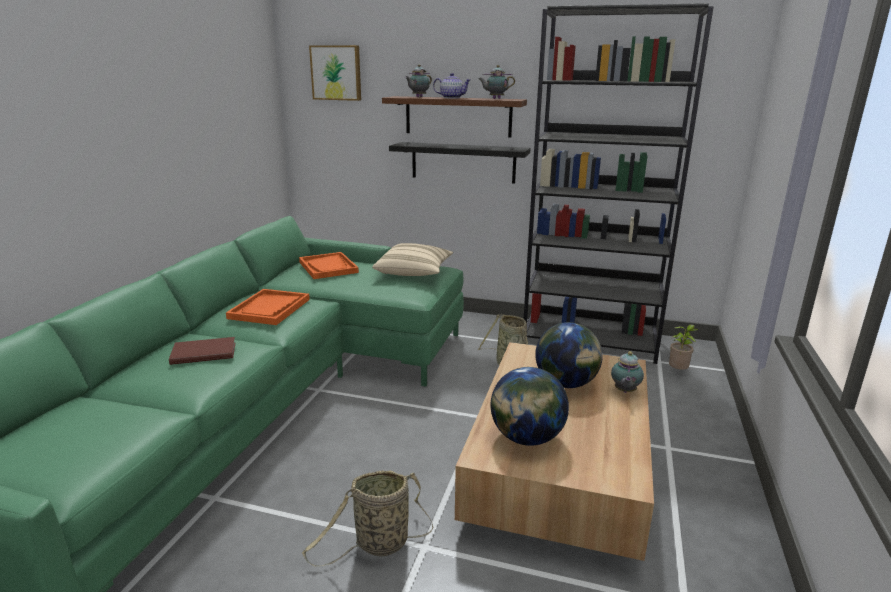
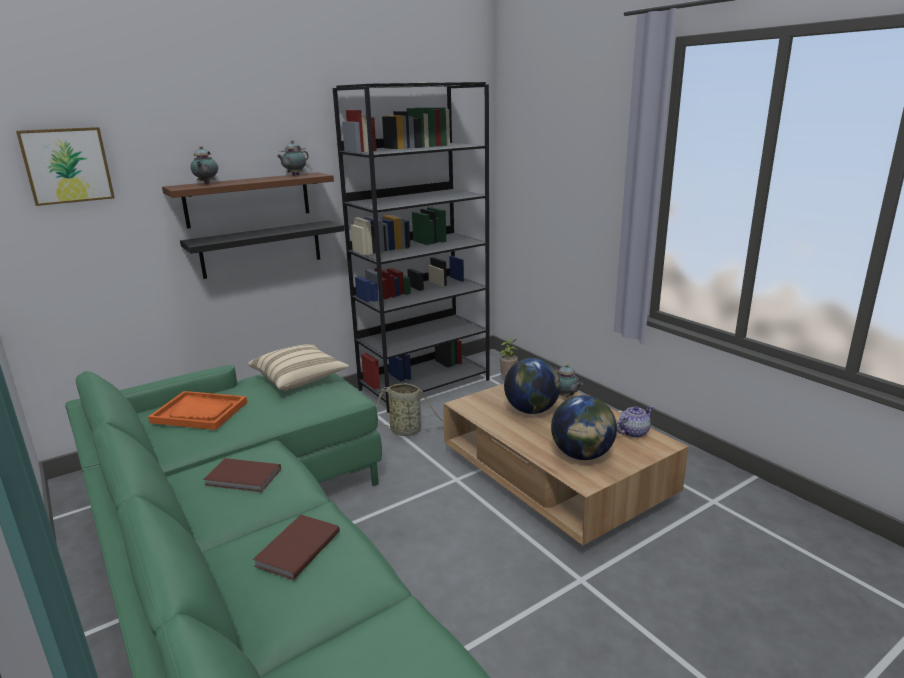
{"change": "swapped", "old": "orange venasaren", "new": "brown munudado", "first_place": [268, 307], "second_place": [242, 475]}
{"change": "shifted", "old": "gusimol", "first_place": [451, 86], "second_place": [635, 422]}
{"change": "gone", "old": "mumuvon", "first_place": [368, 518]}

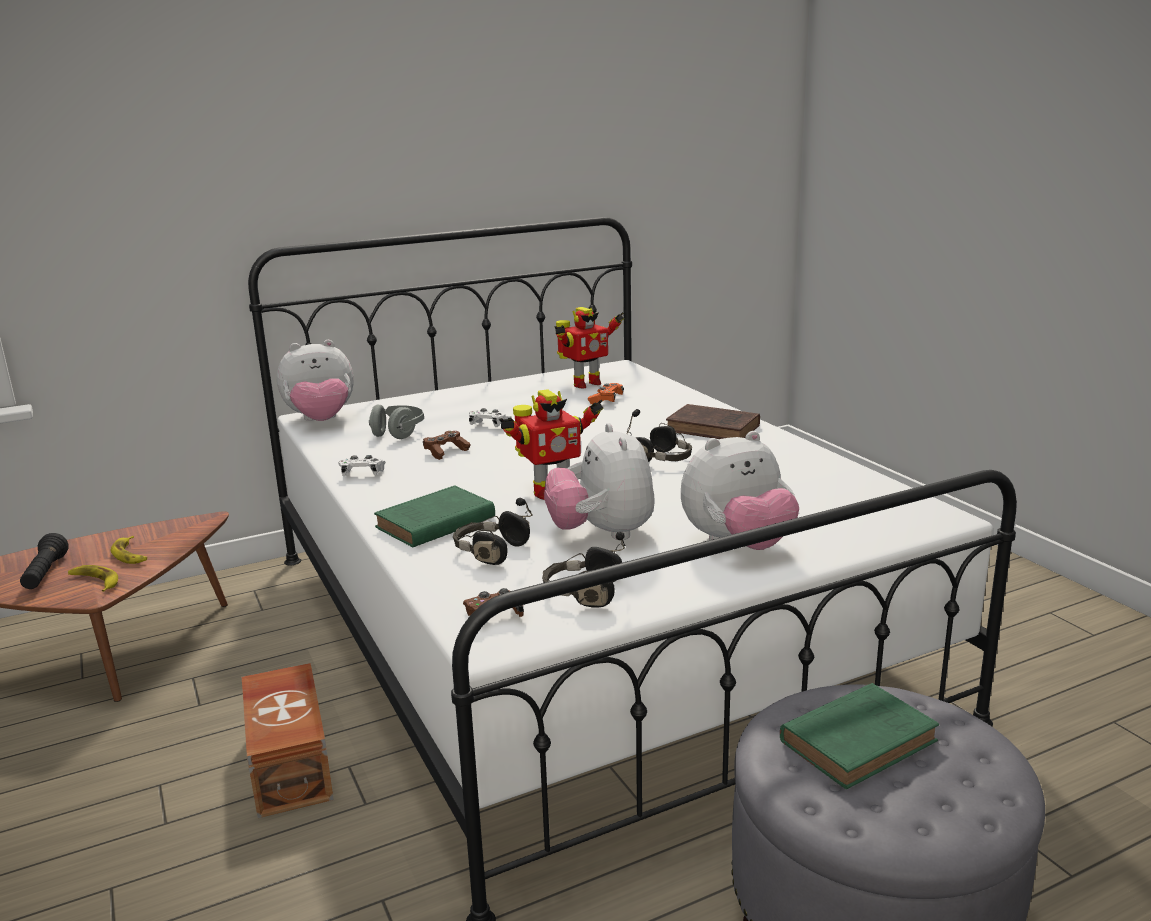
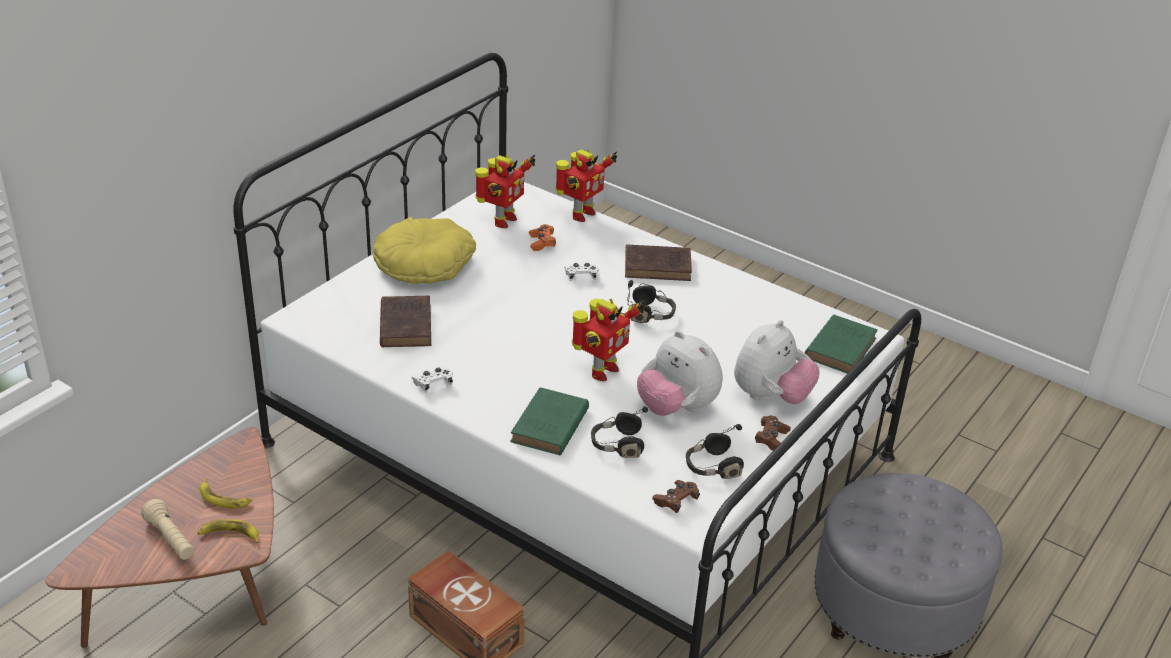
{"change": "repainted", "old": "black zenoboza", "new": "beige zenoboza", "first_place": [44, 561], "second_place": [168, 529]}
{"change": "new", "new": "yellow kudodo", "second_place": [424, 250]}
{"change": "swapped", "old": "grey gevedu", "new": "brown munudado", "first_place": [396, 421], "second_place": [405, 321]}
{"change": "new", "new": "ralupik", "second_place": [586, 185]}
{"change": "shifted", "old": "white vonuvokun", "first_place": [490, 417], "second_place": [581, 272]}
{"change": "shifted", "old": "brown vonuvokun", "first_place": [447, 445], "second_place": [773, 433]}
{"change": "shifted", "old": "green munudado", "first_place": [859, 736], "second_place": [841, 344]}
{"change": "gone", "old": "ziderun", "first_place": [315, 380]}

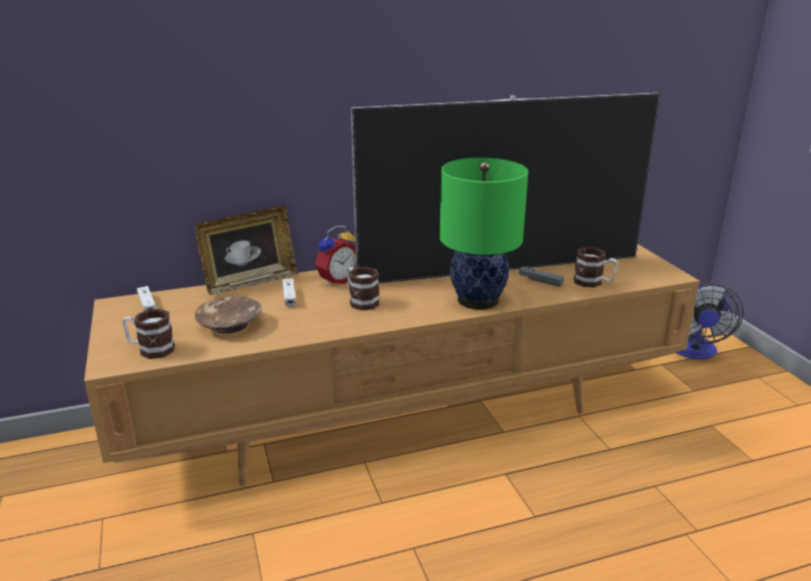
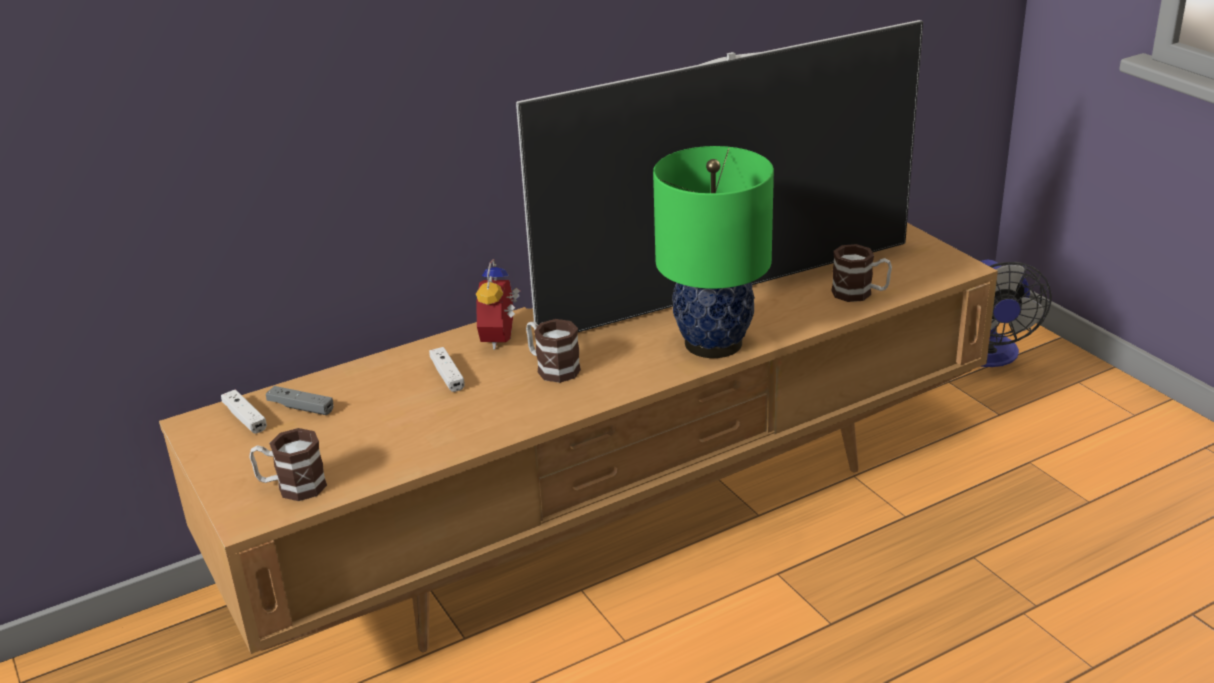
{"change": "shifted", "old": "grey vonuvokun", "first_place": [541, 276], "second_place": [300, 400]}
{"change": "rotated", "old": "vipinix", "first_place": [335, 256], "second_place": [498, 304], "degrees": 150}
{"change": "gone", "old": "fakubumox", "first_place": [246, 250]}
{"change": "gone", "old": "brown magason", "first_place": [228, 315]}

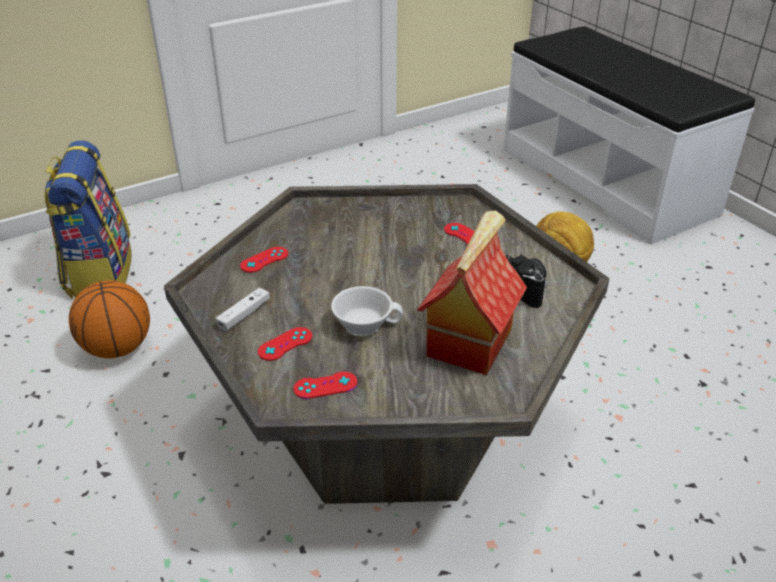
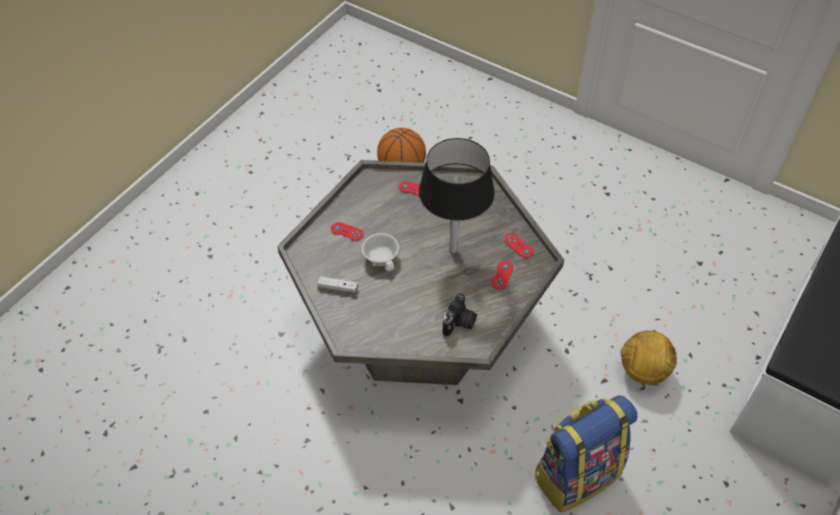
{"change": "shifted", "old": "white vonuvokun", "first_place": [243, 309], "second_place": [337, 284]}
{"change": "new", "new": "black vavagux", "second_place": [457, 195]}
{"change": "shifted", "old": "red vonuvokun", "first_place": [325, 385], "second_place": [519, 245]}
{"change": "shifted", "old": "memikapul", "first_place": [88, 220], "second_place": [586, 454]}
{"change": "gone", "old": "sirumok", "first_place": [472, 292]}

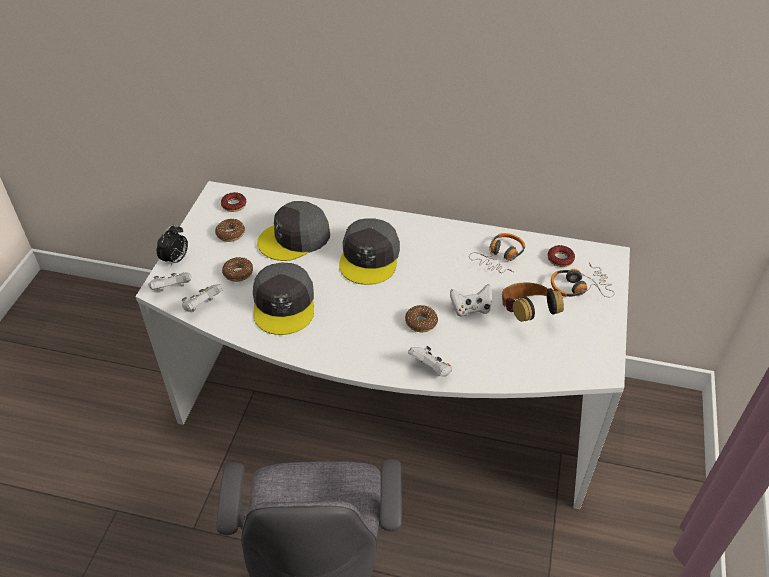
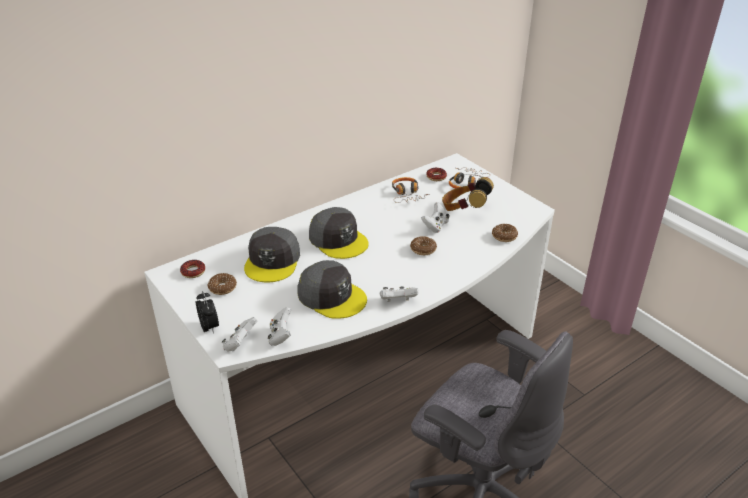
{"change": "shifted", "old": "white vonuvokun", "first_place": [430, 361], "second_place": [399, 294]}
{"change": "shifted", "old": "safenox", "first_place": [237, 269], "second_place": [505, 233]}

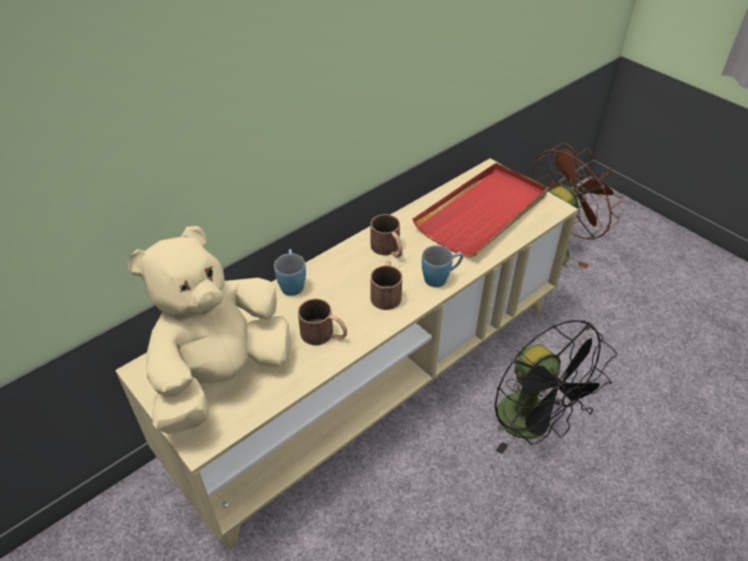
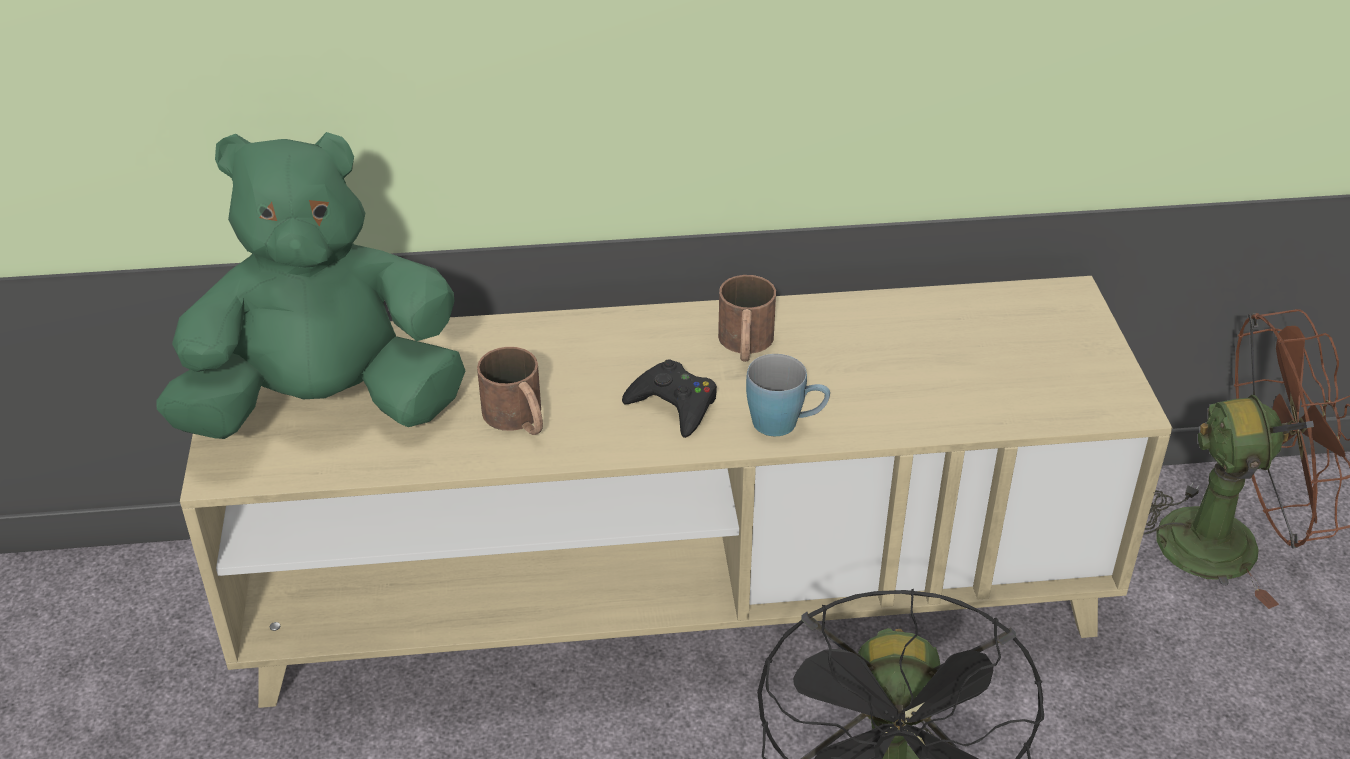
{"change": "repainted", "old": "beige ziderun", "new": "green ziderun", "first_place": [209, 330], "second_place": [310, 285]}
{"change": "swapped", "old": "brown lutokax", "new": "black vonuvokun", "first_place": [386, 285], "second_place": [669, 398]}
{"change": "gone", "old": "blue lutokax", "first_place": [290, 272]}
{"change": "gone", "old": "red venasaren", "first_place": [480, 210]}

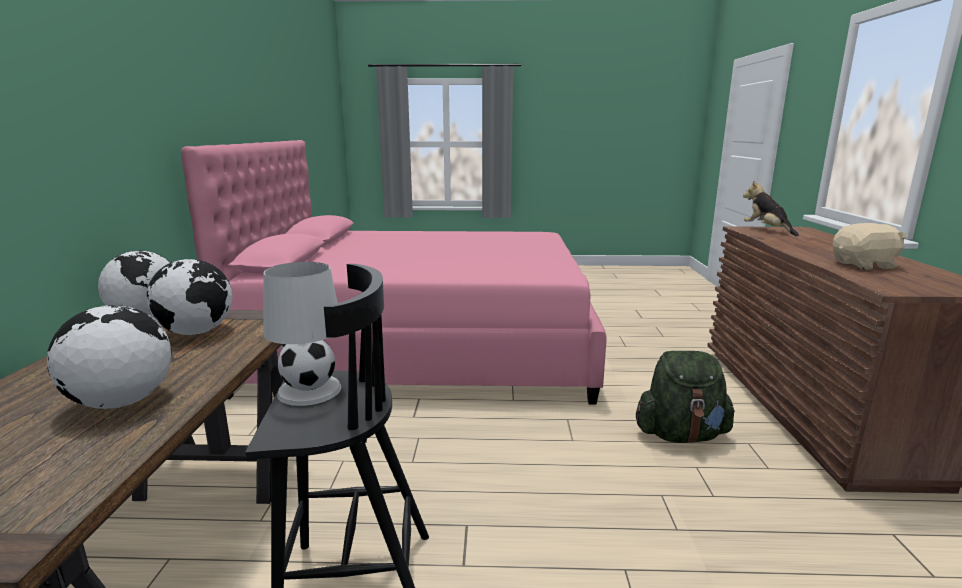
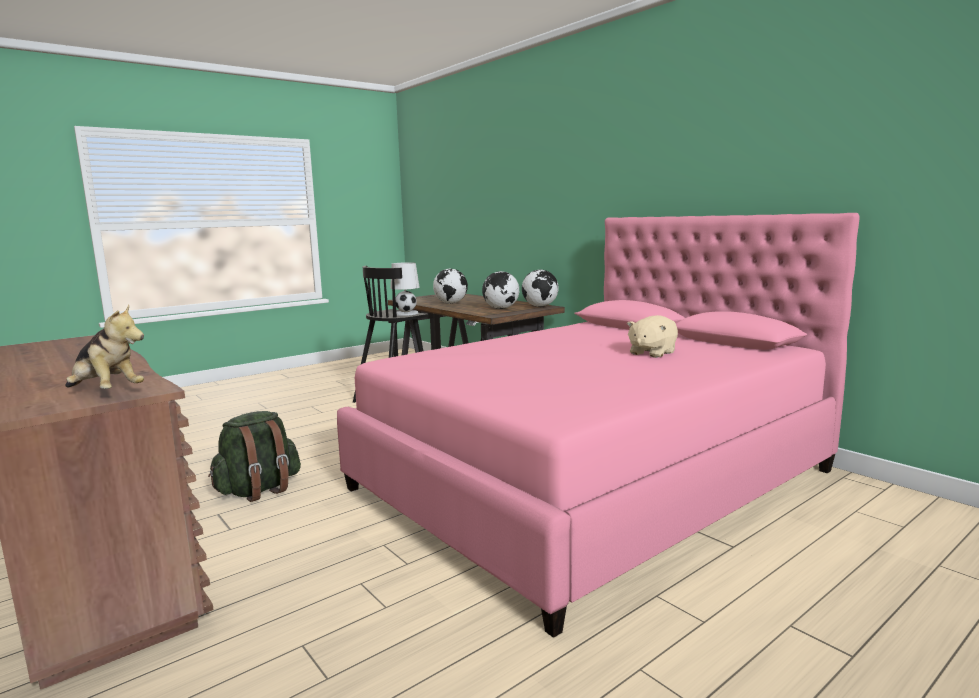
{"change": "shifted", "old": "beige ziderun", "first_place": [870, 246], "second_place": [652, 336]}

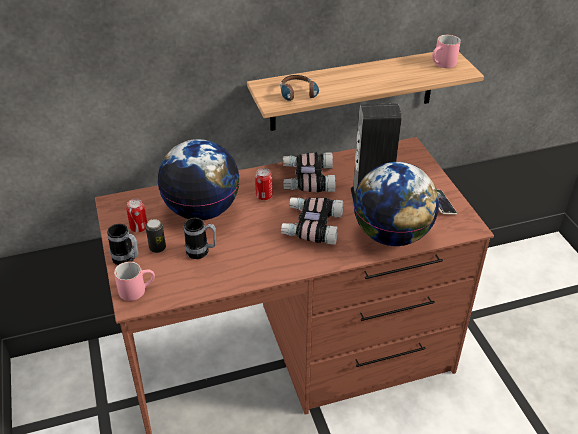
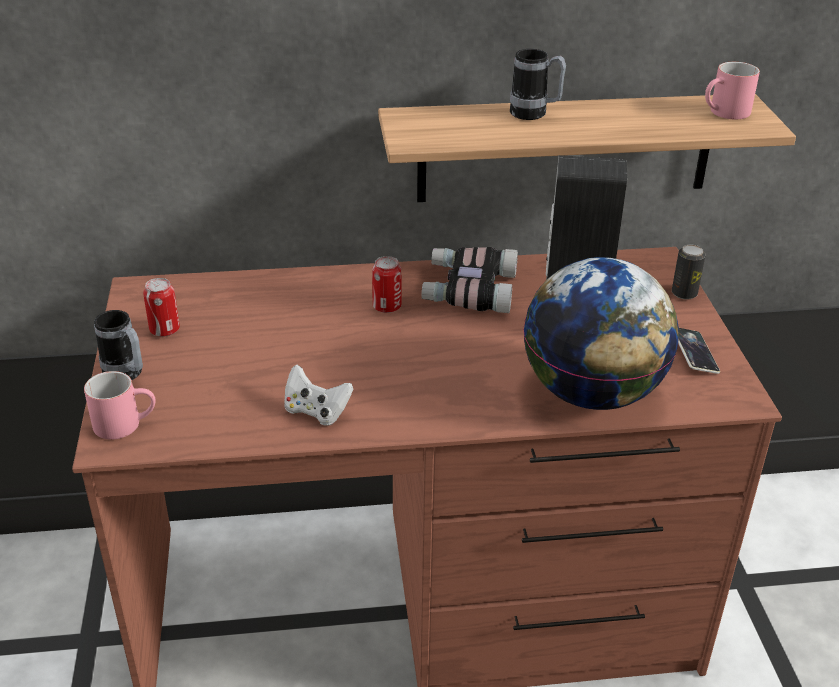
{"change": "new", "new": "white vonuvokun", "second_place": [318, 395]}
{"change": "shifted", "old": "lutokax", "first_place": [200, 238], "second_place": [538, 84]}
{"change": "shifted", "old": "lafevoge", "first_place": [155, 236], "second_place": [689, 272]}
{"change": "gone", "old": "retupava", "first_place": [198, 179]}
{"change": "gone", "old": "gevedu", "first_place": [299, 90]}
{"change": "gone", "old": "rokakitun", "first_place": [312, 221]}

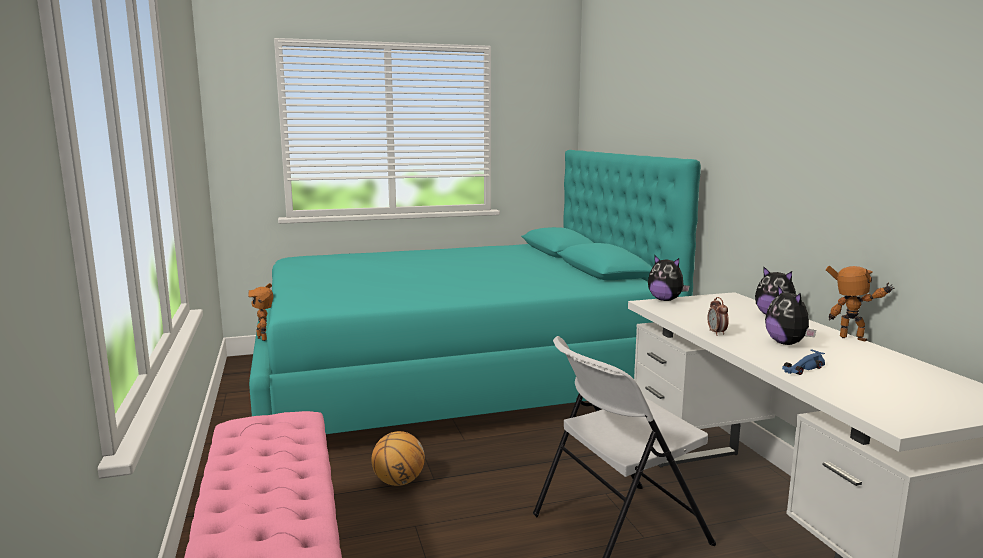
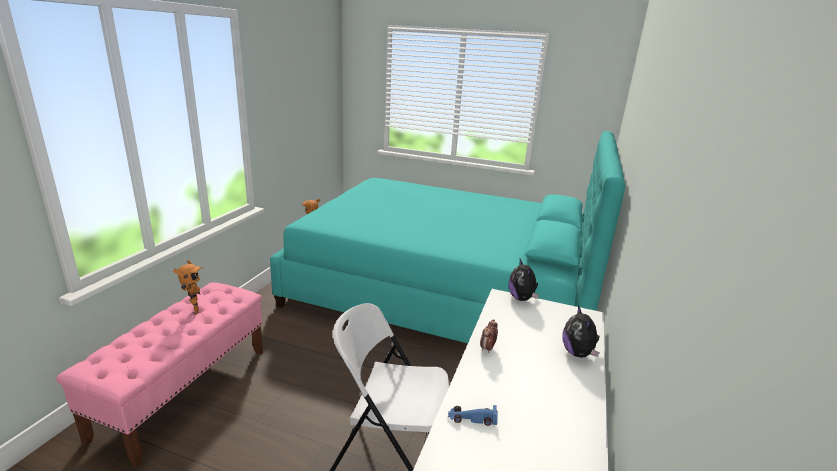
{"change": "shifted", "old": "ralupik", "first_place": [860, 304], "second_place": [188, 287]}
{"change": "gone", "old": "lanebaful", "first_place": [398, 458]}
{"change": "gone", "old": "ziderun", "first_place": [790, 315]}

